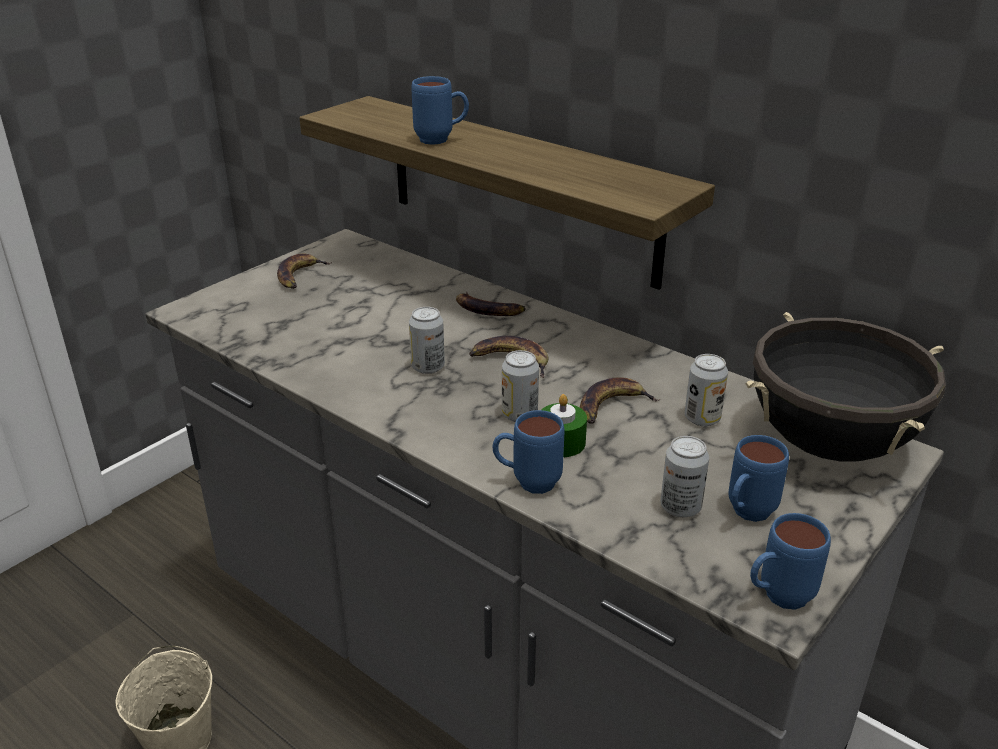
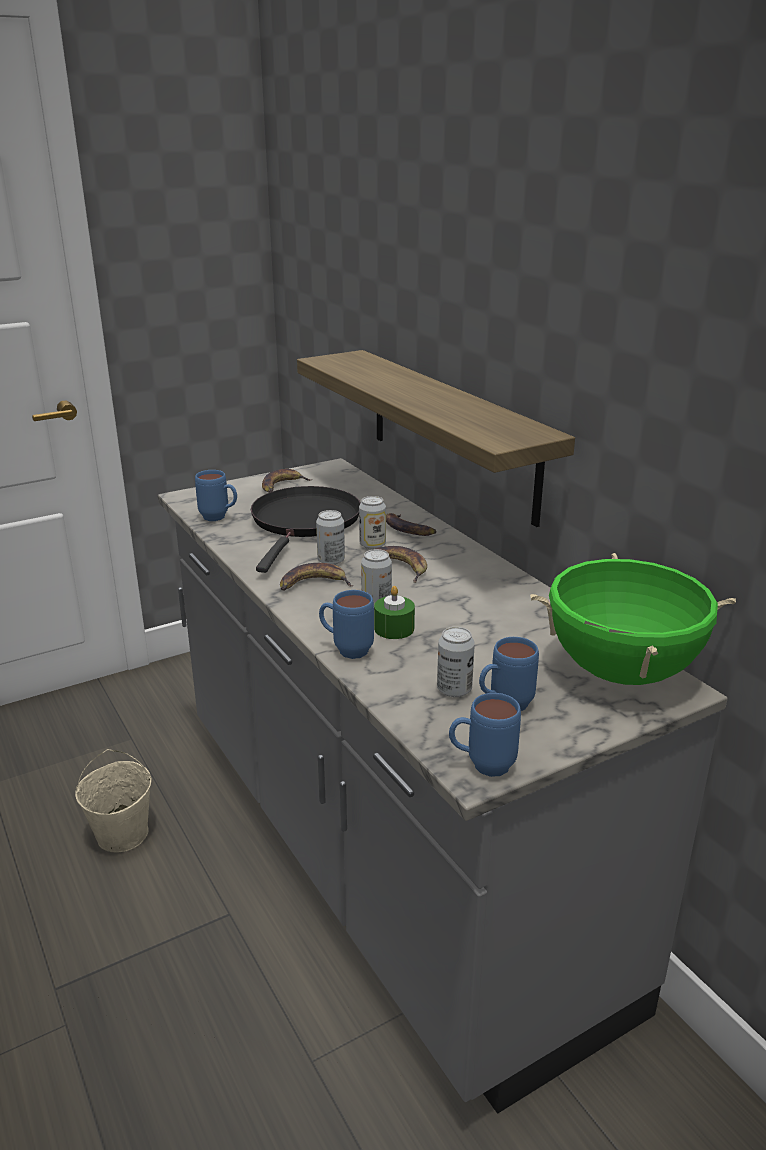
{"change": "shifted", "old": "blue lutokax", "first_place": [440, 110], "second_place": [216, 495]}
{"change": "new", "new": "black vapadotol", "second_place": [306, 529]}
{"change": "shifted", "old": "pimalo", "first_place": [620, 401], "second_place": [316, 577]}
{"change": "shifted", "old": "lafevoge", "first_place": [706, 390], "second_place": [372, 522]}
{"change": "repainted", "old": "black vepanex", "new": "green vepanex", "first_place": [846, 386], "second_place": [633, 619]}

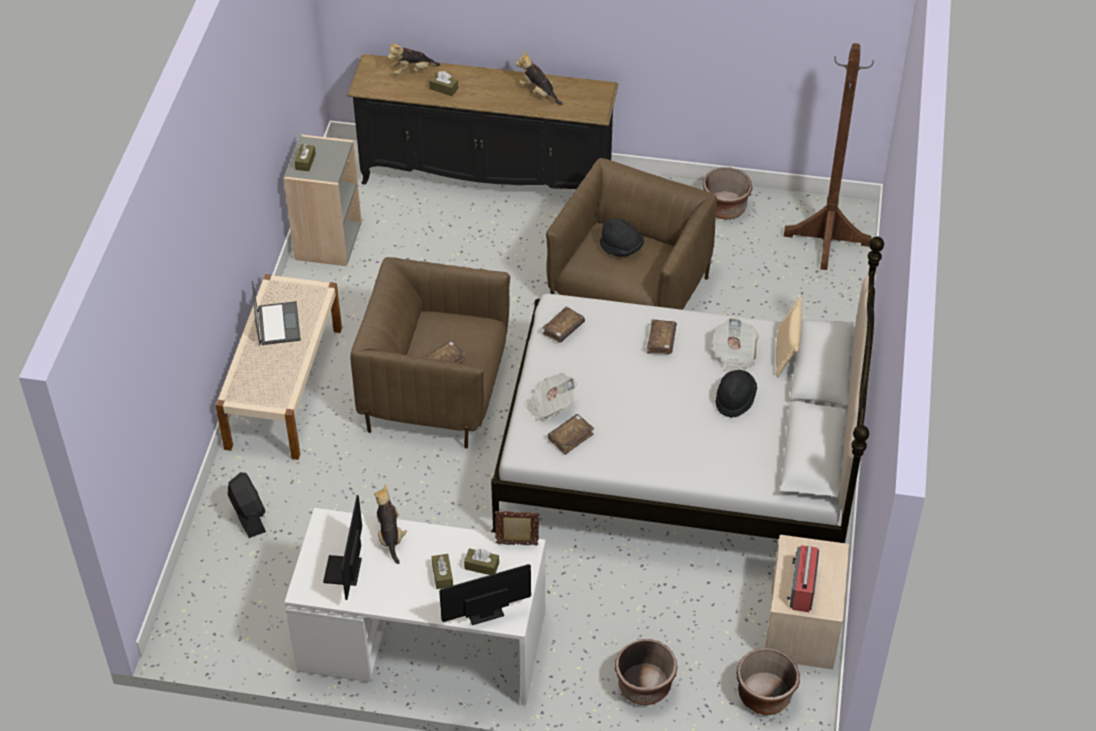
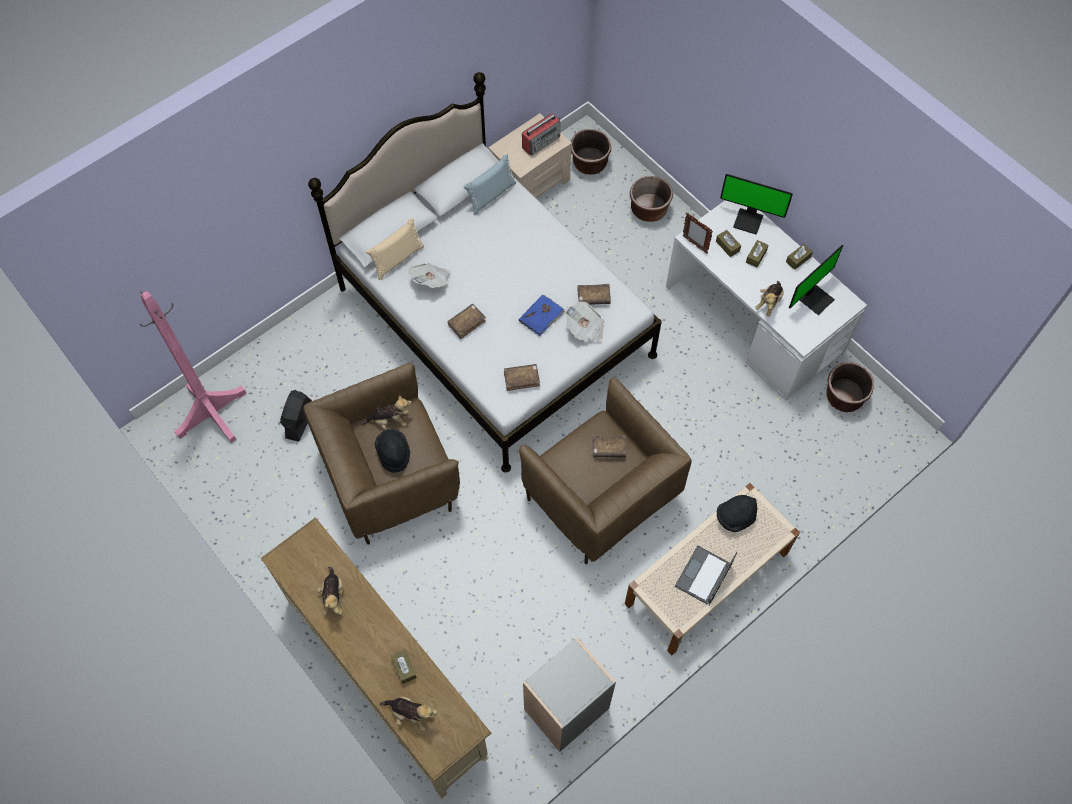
{"change": "repainted", "old": "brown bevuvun", "new": "pink bevuvun", "first_place": [829, 156], "second_place": [192, 367]}
{"change": "repainted", "old": "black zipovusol", "new": "beige zipovusol", "first_place": [482, 121], "second_place": [375, 657]}
{"change": "shifted", "old": "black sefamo", "first_place": [247, 505], "second_place": [296, 416]}
{"change": "new", "new": "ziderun", "second_place": [387, 412]}
{"change": "new", "new": "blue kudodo", "second_place": [490, 184]}
{"change": "new", "new": "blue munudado", "second_place": [542, 315]}
{"change": "shifted", "old": "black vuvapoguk", "first_place": [736, 394], "second_place": [737, 513]}
{"change": "shifted", "old": "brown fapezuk", "first_place": [305, 157], "second_place": [799, 257]}
{"change": "shifted", "old": "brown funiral", "first_place": [727, 193], "second_place": [850, 387]}

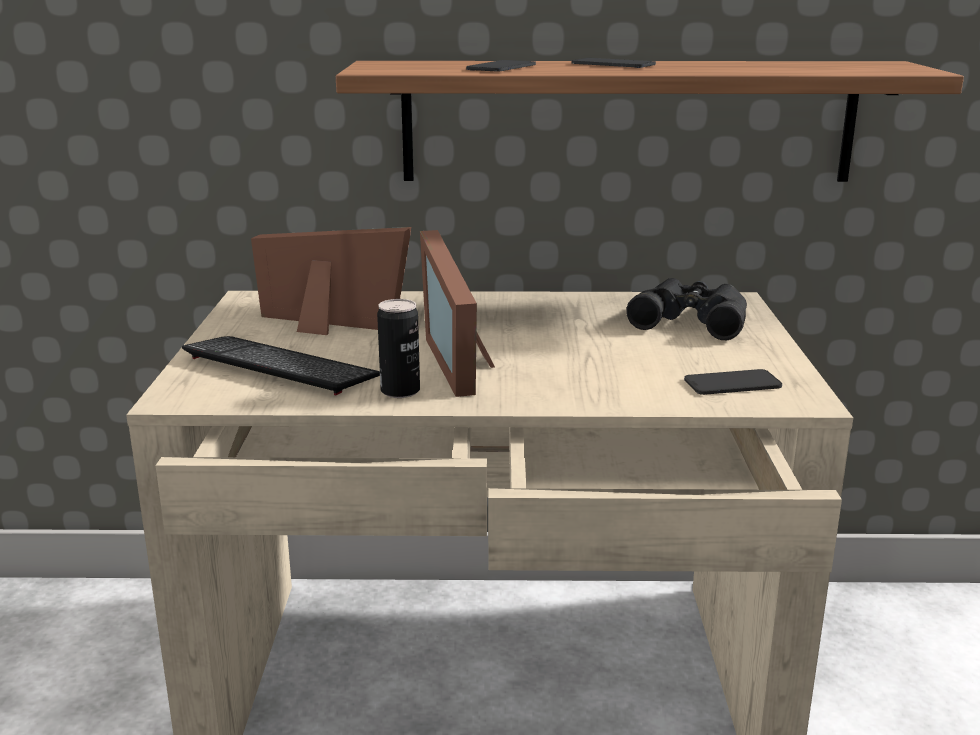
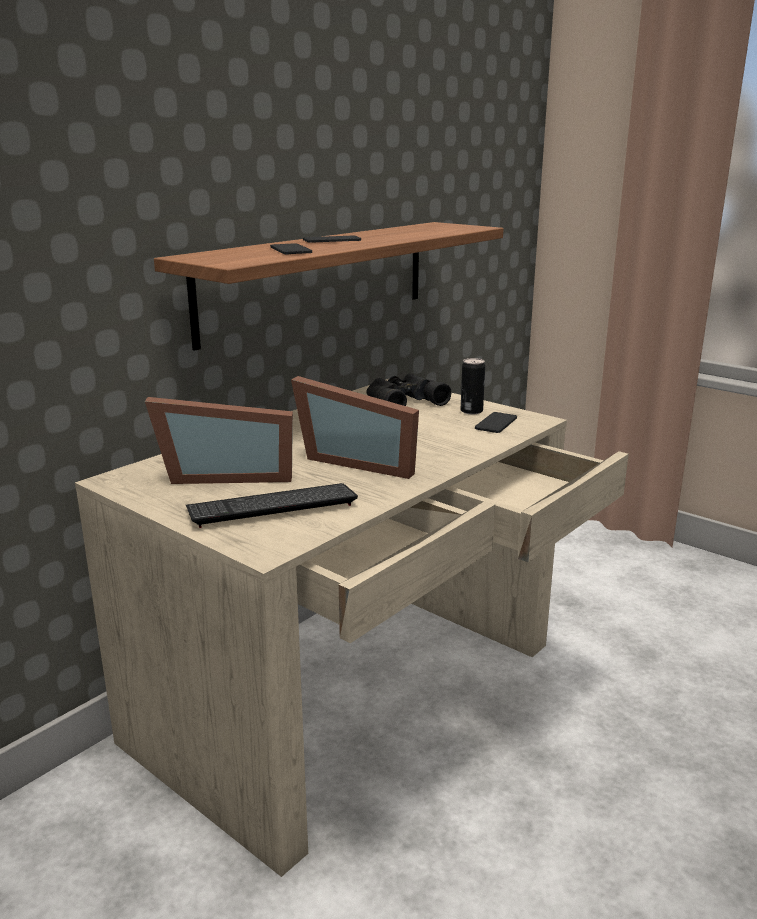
{"change": "rotated", "old": "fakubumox", "first_place": [331, 281], "second_place": [219, 440], "degrees": -150}
{"change": "shifted", "old": "lafevoge", "first_place": [398, 348], "second_place": [473, 386]}

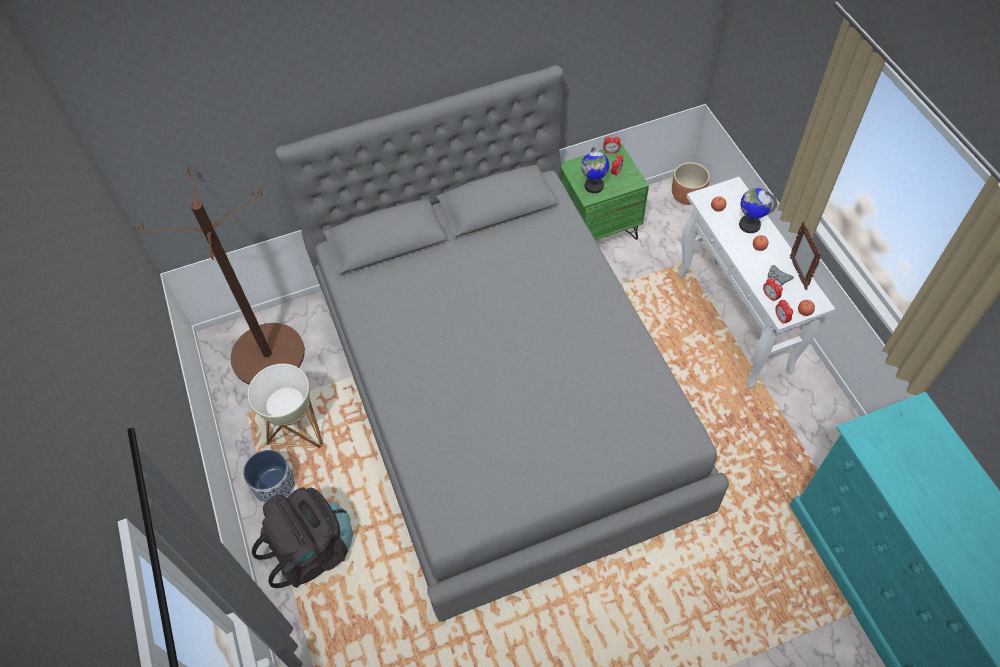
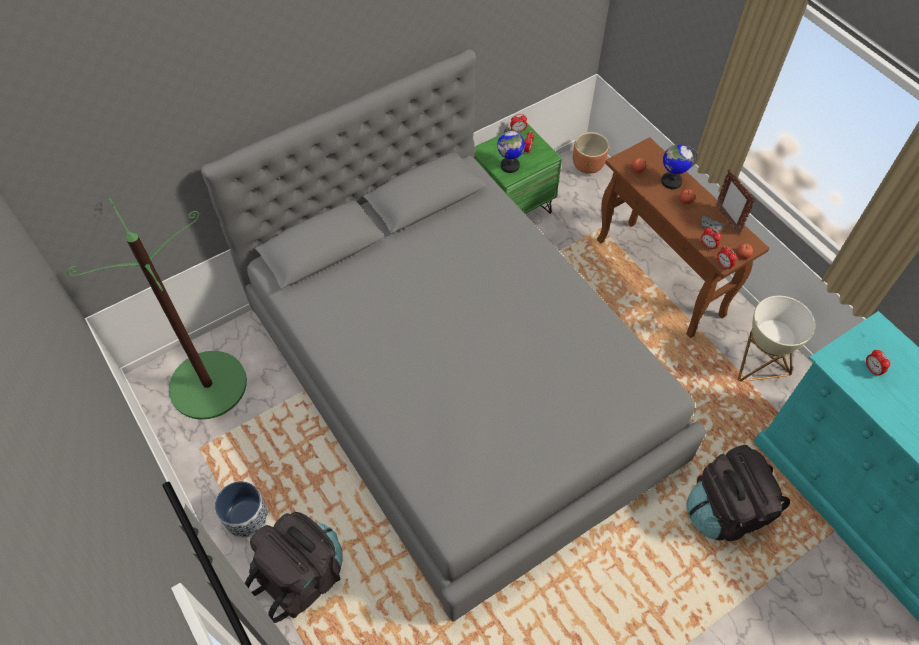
{"change": "repainted", "old": "brown bevuvun", "new": "green bevuvun", "first_place": [219, 275], "second_place": [157, 308]}
{"change": "repainted", "old": "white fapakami", "new": "brown fapakami", "first_place": [756, 283], "second_place": [683, 237]}
{"change": "new", "new": "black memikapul", "second_place": [738, 493]}
{"change": "shifted", "old": "funiral", "first_place": [285, 406], "second_place": [776, 339]}
{"change": "new", "new": "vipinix", "second_place": [878, 363]}

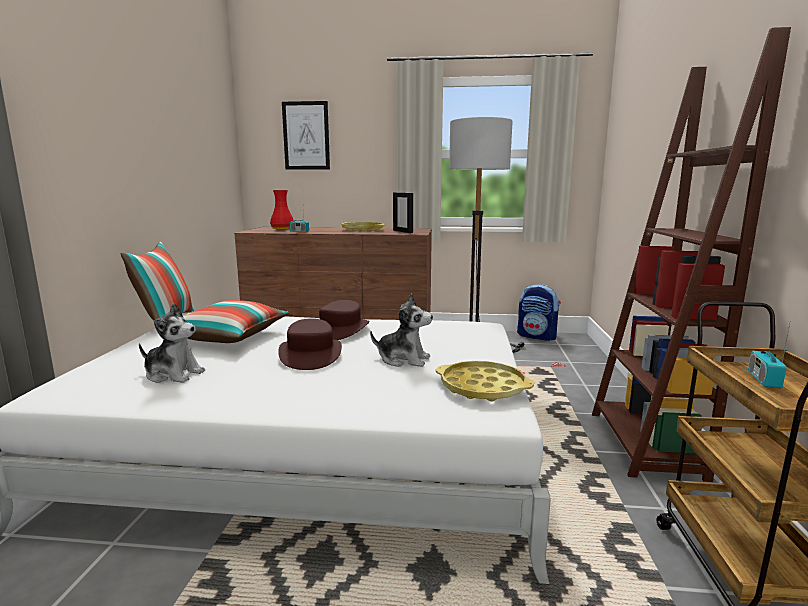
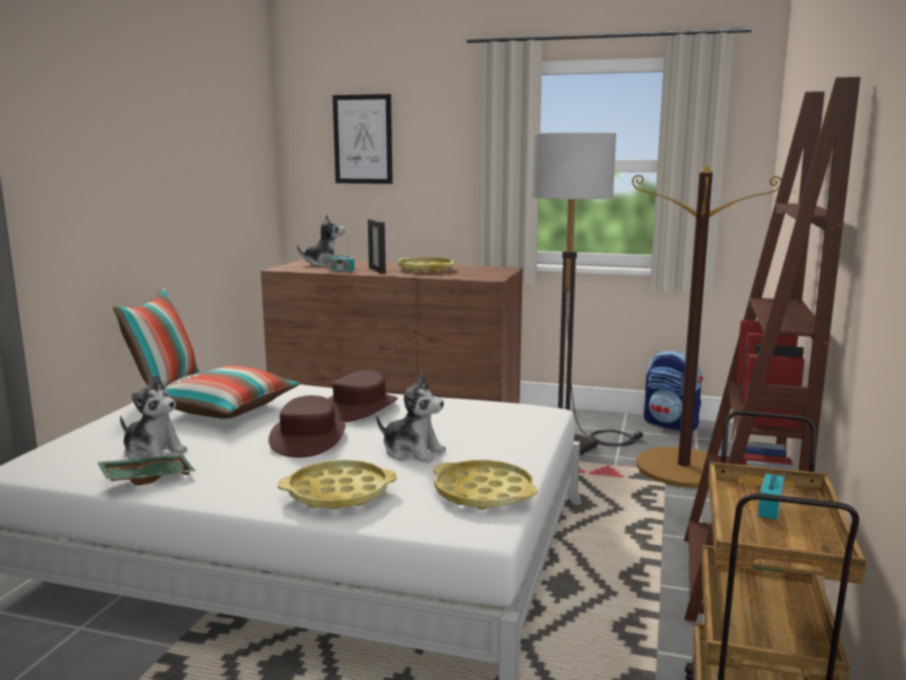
{"change": "new", "new": "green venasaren", "second_place": [146, 469]}
{"change": "new", "new": "yellow venasaren", "second_place": [337, 485]}
{"change": "swapped", "old": "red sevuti", "new": "ziderun", "first_place": [282, 210], "second_place": [321, 240]}
{"change": "shifted", "old": "fakubumox", "first_place": [403, 212], "second_place": [377, 246]}
{"change": "new", "new": "brown bevuvun", "second_place": [706, 327]}

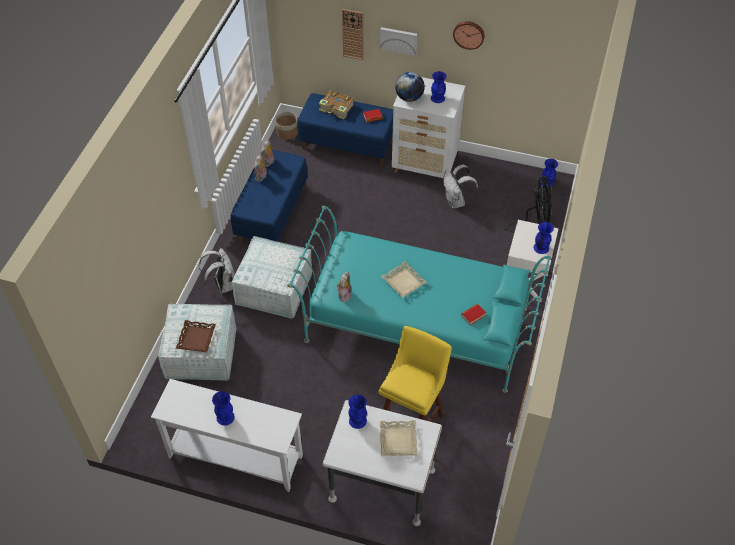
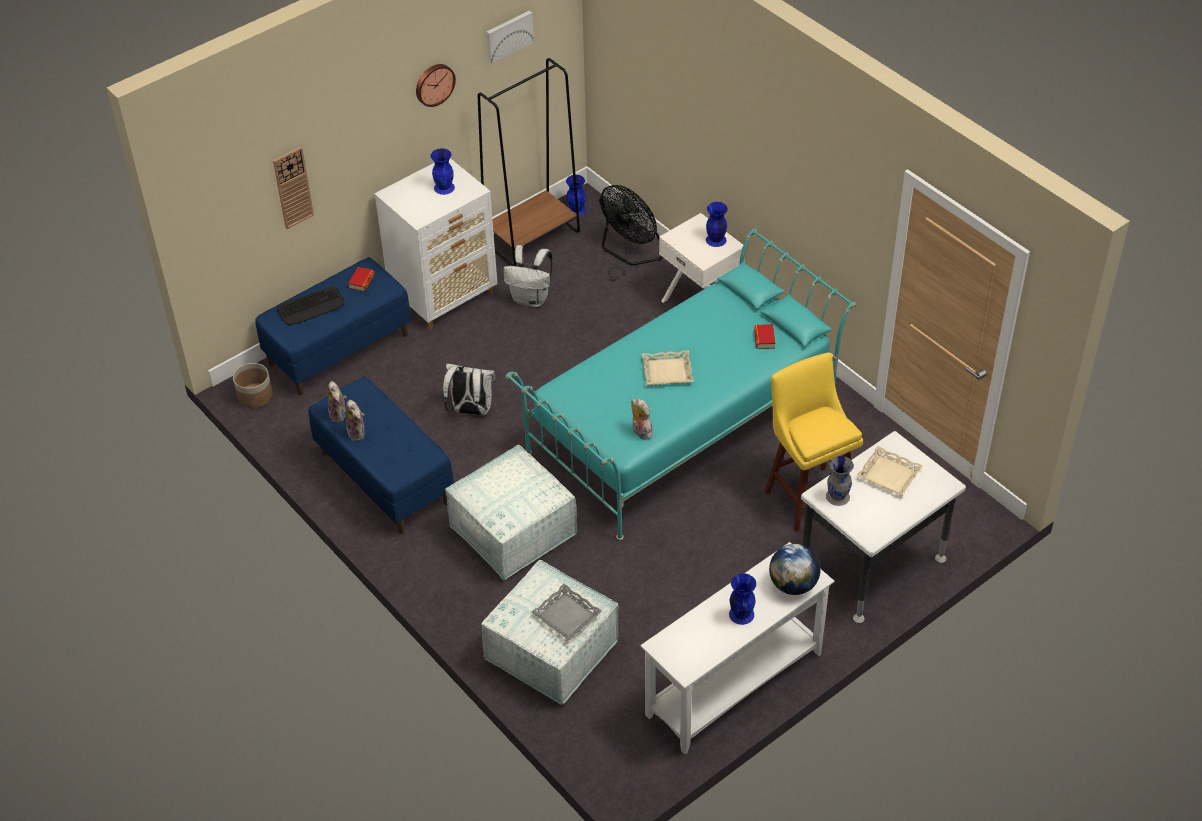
{"change": "swapped", "old": "munudado", "new": "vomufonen", "first_place": [336, 105], "second_place": [311, 305]}
{"change": "shifted", "old": "white memikapul", "first_place": [217, 270], "second_place": [469, 389]}
{"change": "new", "new": "bevuvun", "second_place": [529, 162]}
{"change": "shifted", "old": "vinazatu", "first_place": [398, 41], "second_place": [510, 37]}
{"change": "repainted", "old": "brown venasaren", "new": "grey venasaren", "first_place": [196, 336], "second_place": [567, 612]}
{"change": "shifted", "old": "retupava", "first_place": [410, 87], "second_place": [795, 569]}
{"change": "repainted", "old": "blue sevuti", "new": "grey sevuti", "first_place": [357, 412], "second_place": [840, 481]}

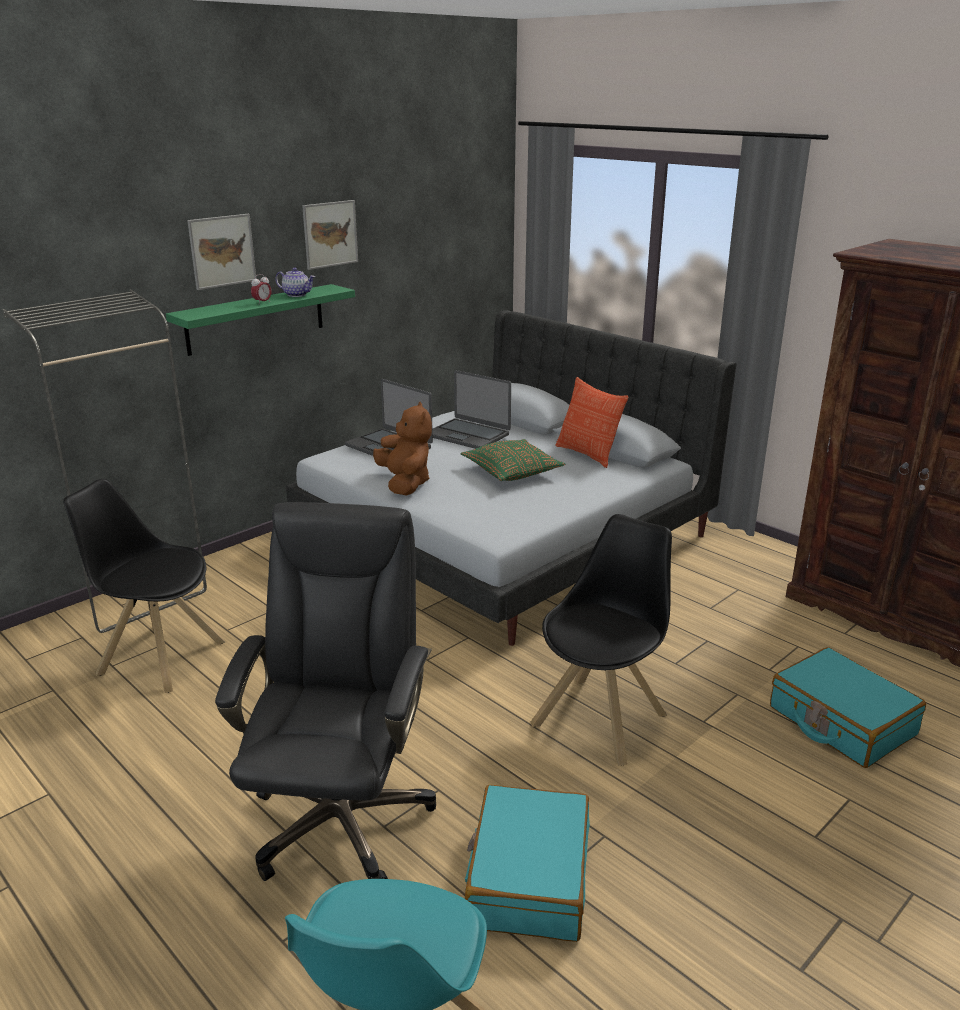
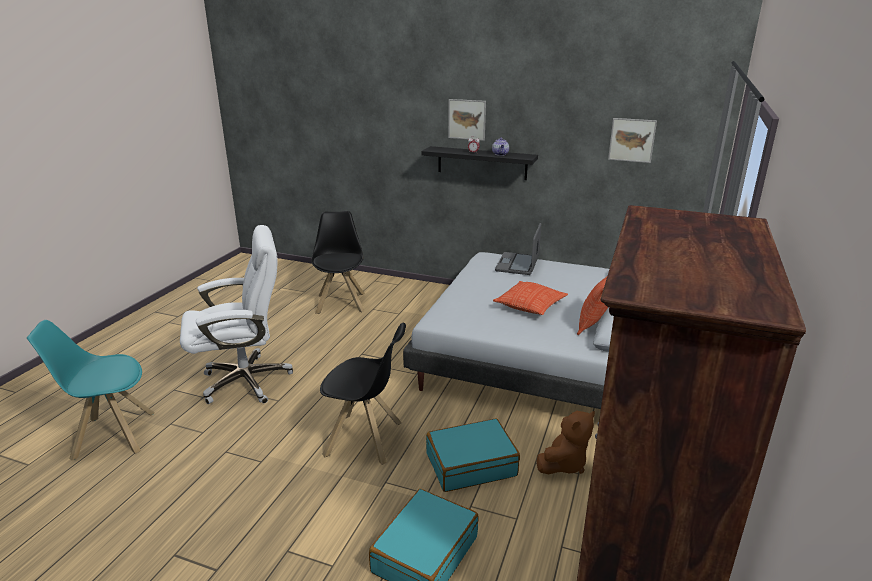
{"change": "repainted", "old": "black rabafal", "new": "white rabafal", "first_place": [325, 691], "second_place": [236, 314]}
{"change": "repainted", "old": "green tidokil", "new": "black tidokil", "first_place": [260, 320], "second_place": [479, 163]}
{"change": "shifted", "old": "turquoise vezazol", "first_place": [527, 863], "second_place": [473, 455]}
{"change": "repainted", "old": "green kudodo", "new": "orange kudodo", "first_place": [513, 460], "second_place": [530, 298]}
{"change": "shifted", "old": "brown ziderun", "first_place": [402, 449], "second_place": [566, 442]}
{"change": "shifted", "old": "vinazatu", "first_place": [330, 235], "second_place": [632, 140]}
{"change": "gone", "old": "grey bevuvun", "first_place": [105, 461]}
{"change": "gone", "old": "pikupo", "first_place": [471, 409]}

